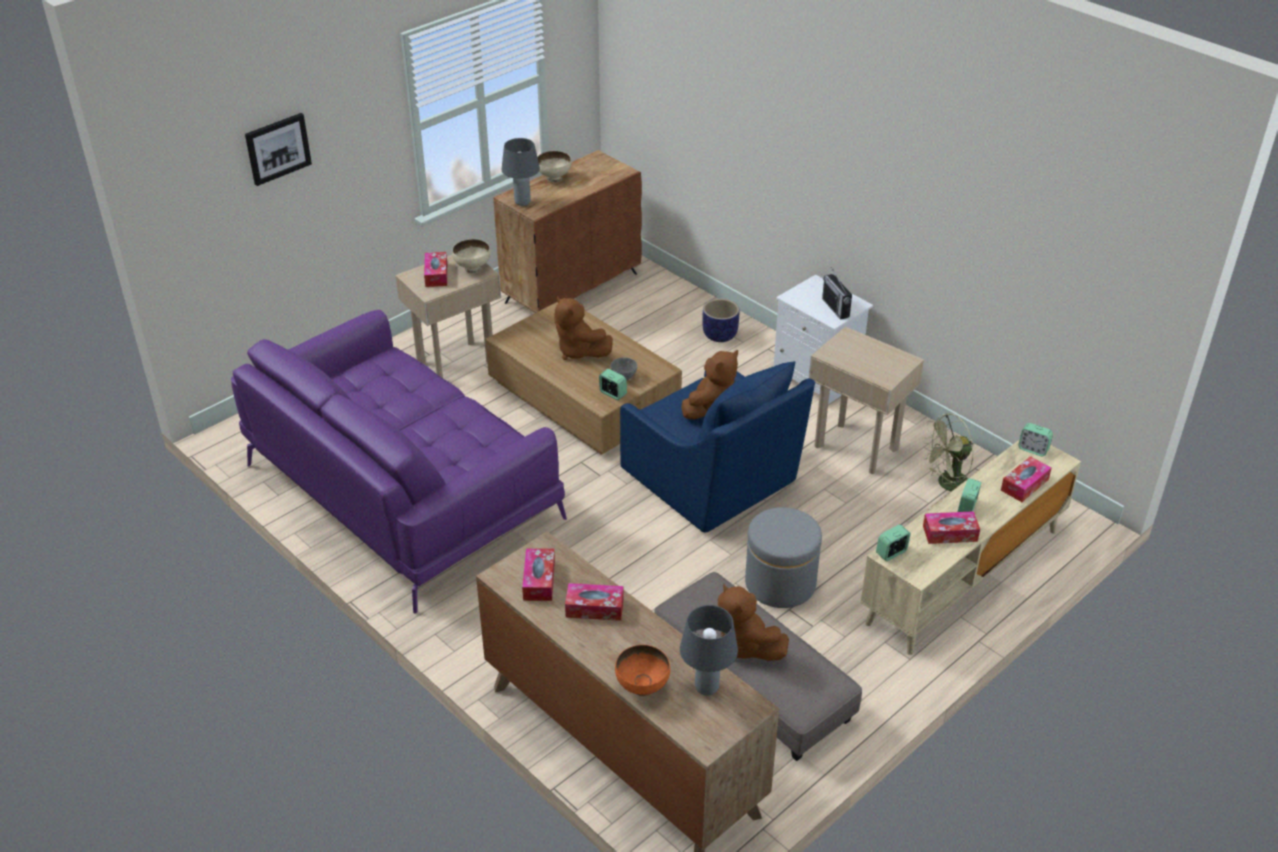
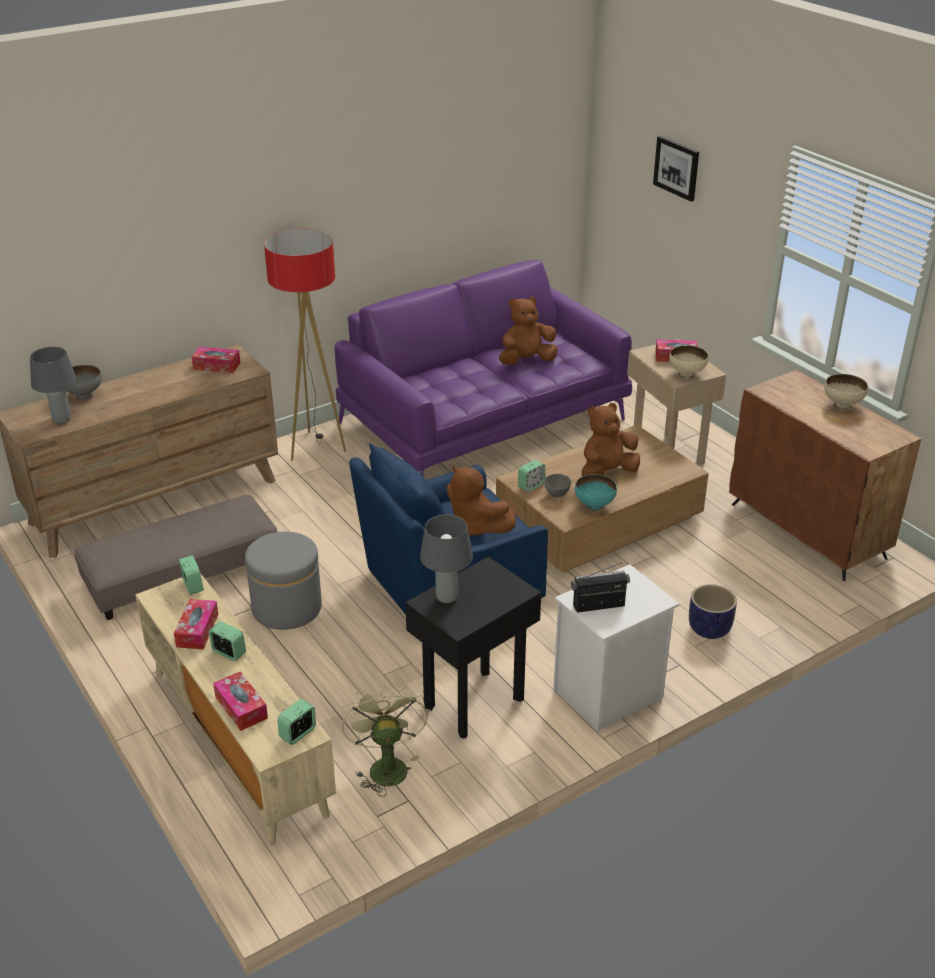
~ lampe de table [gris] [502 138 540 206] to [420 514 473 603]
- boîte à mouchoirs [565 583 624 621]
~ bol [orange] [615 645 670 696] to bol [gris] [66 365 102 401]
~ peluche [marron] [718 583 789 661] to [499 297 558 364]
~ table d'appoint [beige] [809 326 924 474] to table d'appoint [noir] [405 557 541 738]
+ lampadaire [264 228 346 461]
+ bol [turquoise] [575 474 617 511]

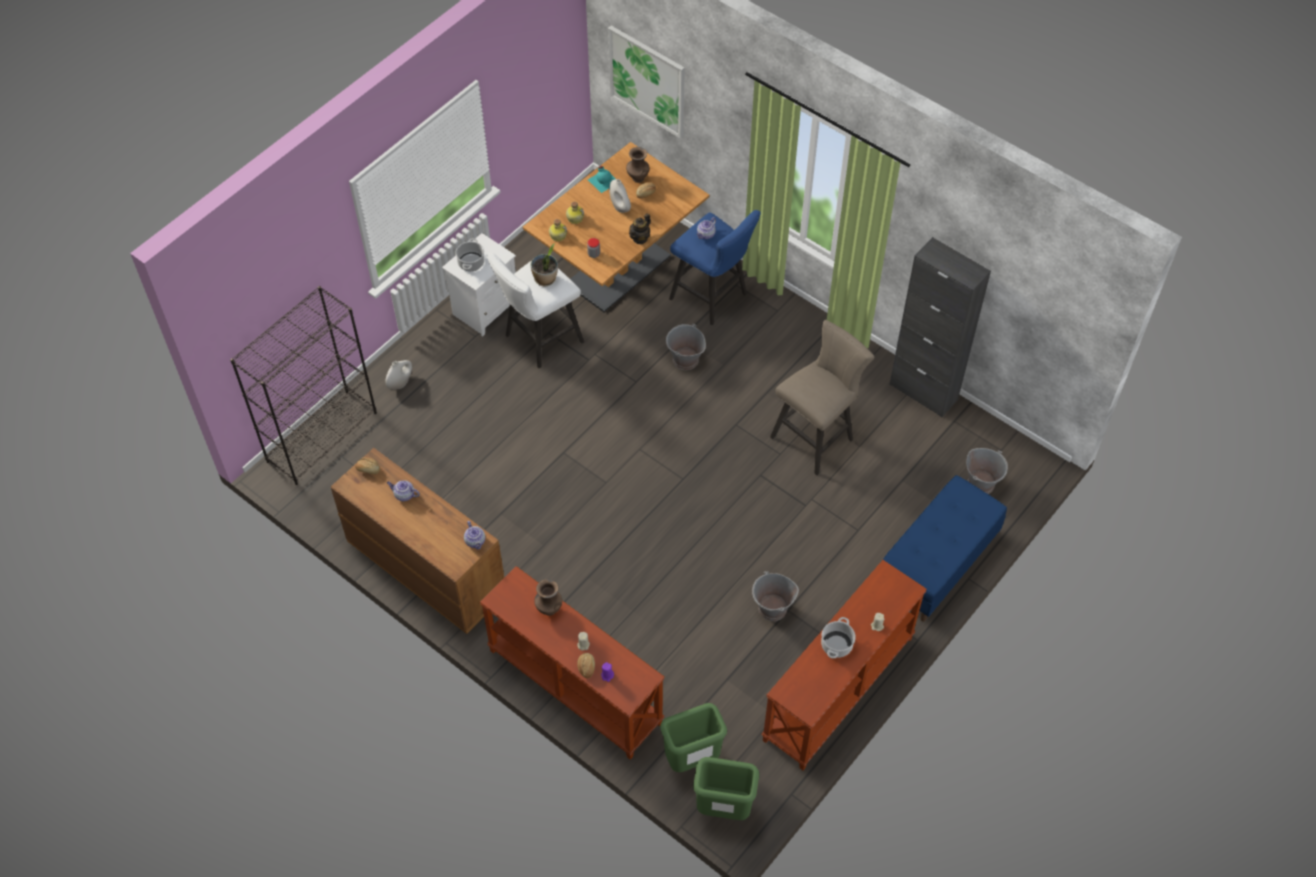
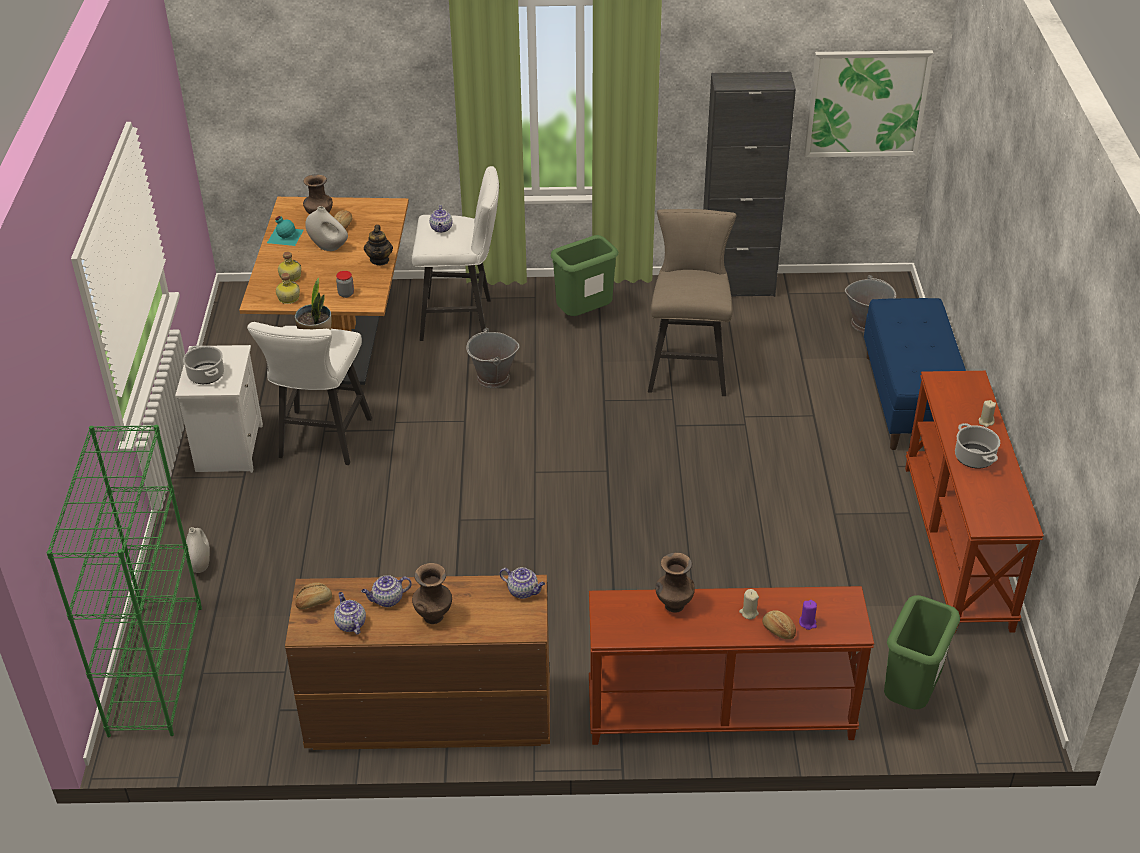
~ bibliothèque [noir] [230 286 377 485] to bibliothèque [vert] [46 425 202 737]
~ tableau [608 26 685 138] to [804 50 934 157]
~ tabouret [bleu] [669 210 761 325] to tabouret [blanc] [412 166 499 341]
~ poubelle [vert] [693 757 759 820] to [551 235 618 316]
- seau [gris] [752 571 799 621]
+ théière [334 592 366 635]
+ vase [marron] [412 563 452 624]

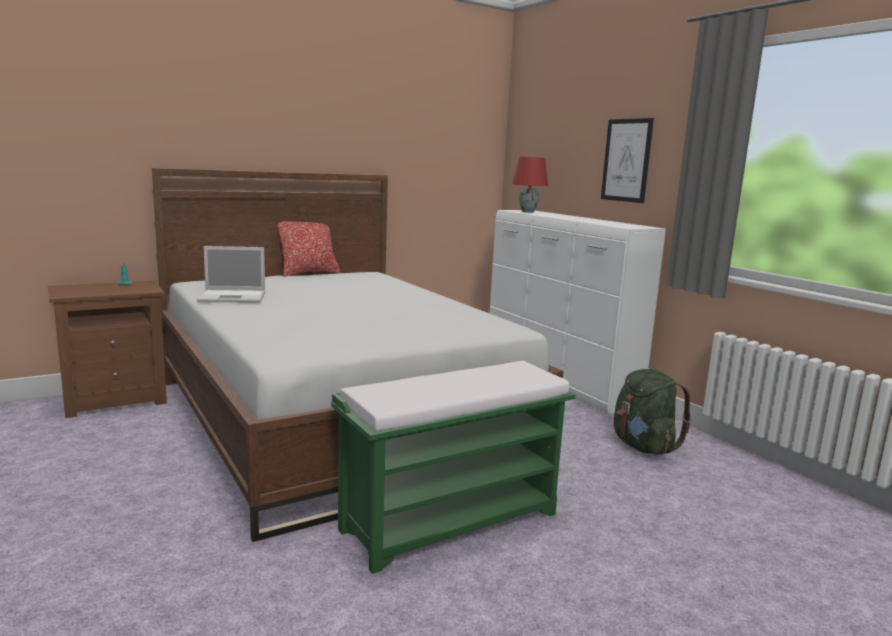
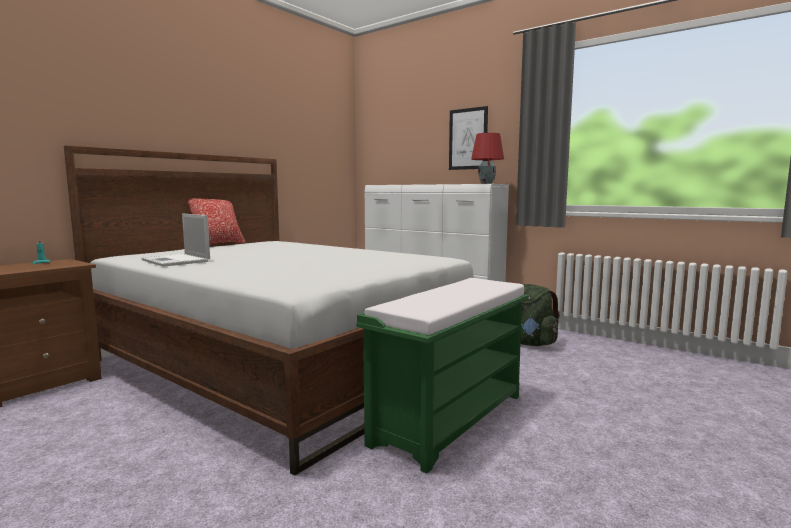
~ ordinateur portable [197 246 265 303] = [141 213 210 267] 75 degrees clockwise
~ lampe de table [rouge] [512 157 548 213] to [471 133 504 184]

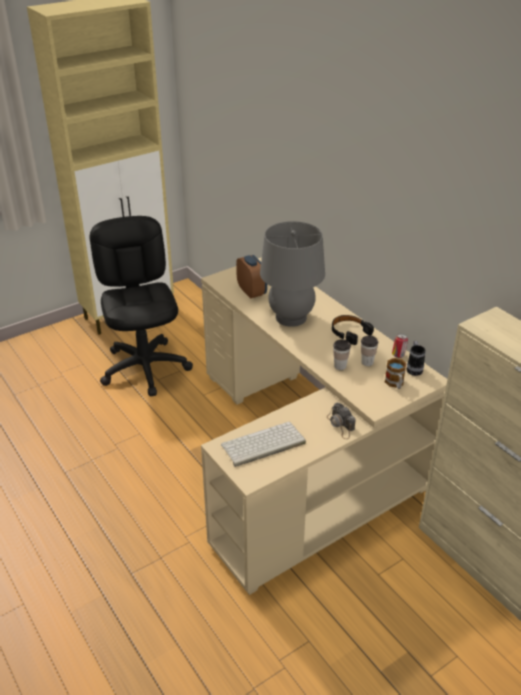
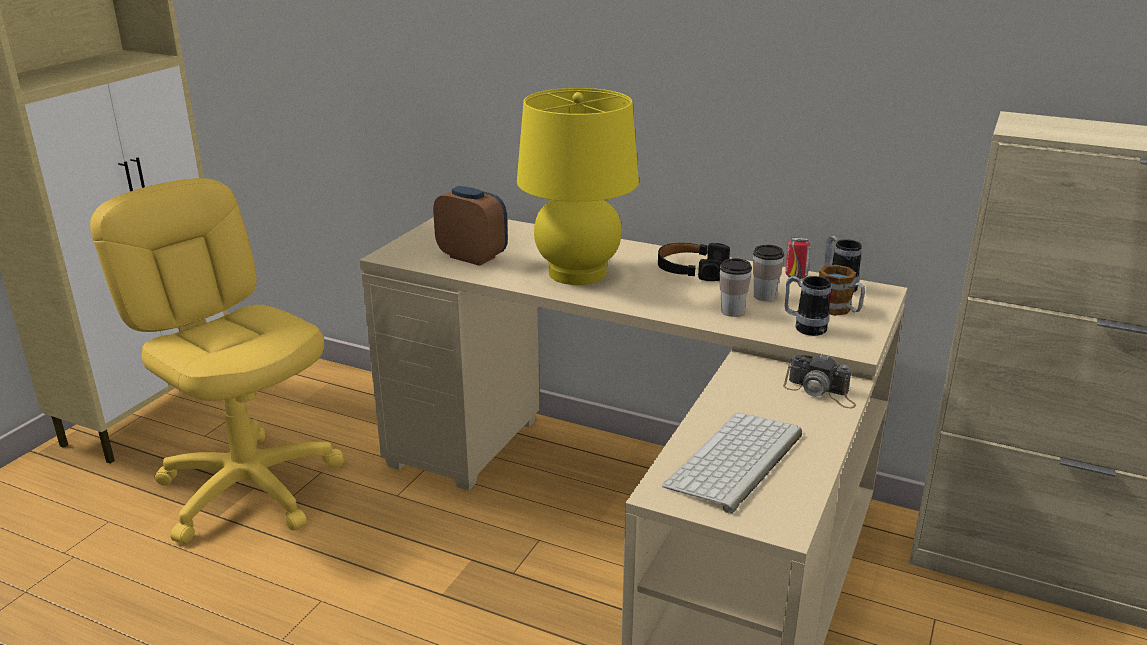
~ chaise de bureau [noir] [90 216 193 397] to chaise de bureau [jaune] [90 178 345 544]
~ lampe de table [gris] [260 221 325 327] to lampe de table [jaune] [517 88 639 285]
+ mug [785 276 831 336]

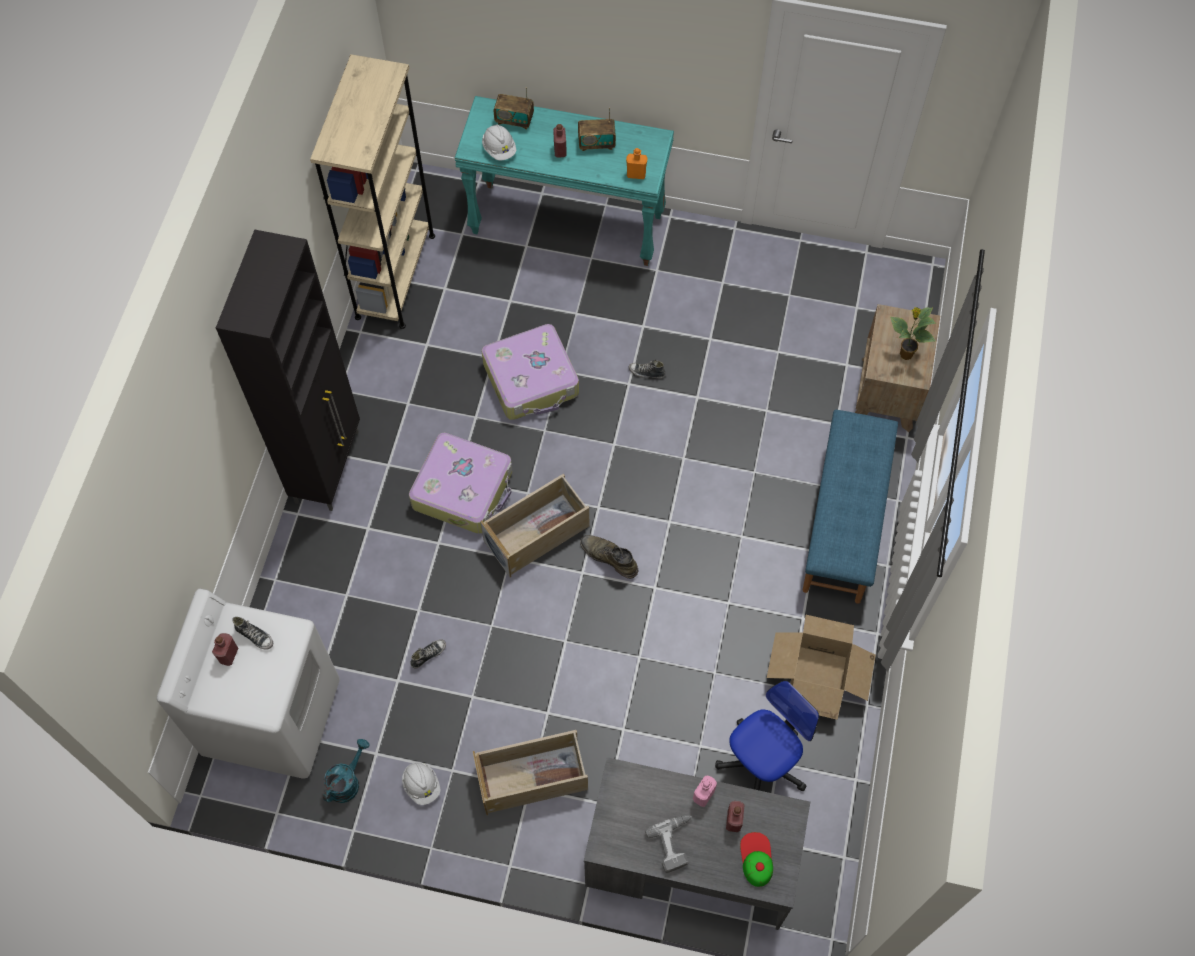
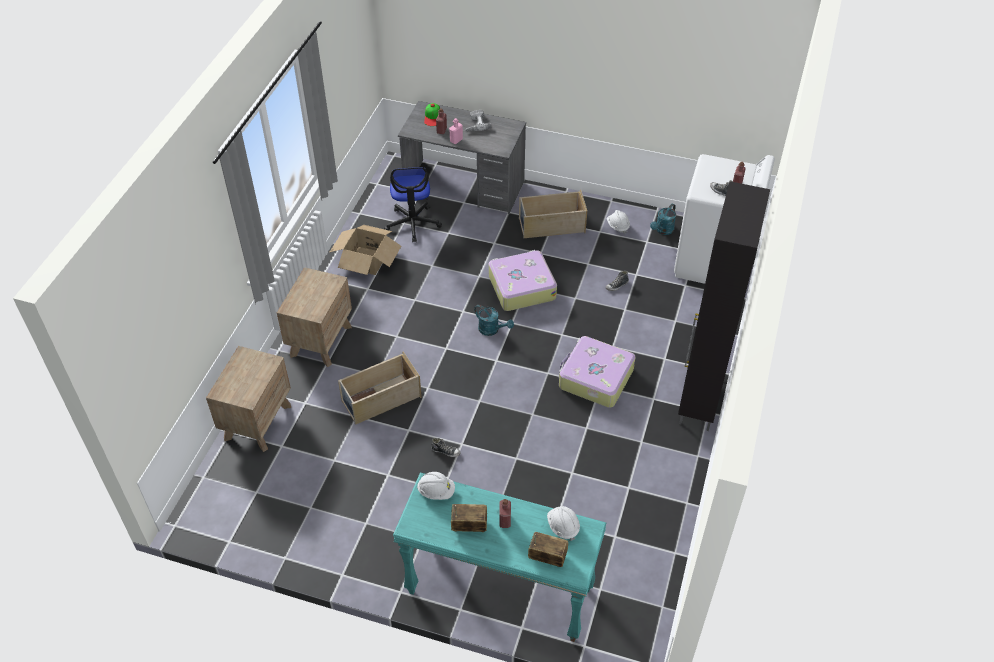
- bibliothèque [beige] [310 54 435 329]
~ boîte de rangement [beige] [480 474 589 578] to [338 351 422 425]
~ valise [482 324 579 420] to [489 250 557 311]
~ botte [vert] [580 535 639 579] to arrosoir [turquoise] [474 305 514 336]
~ bouteille [orange] [626 148 648 179] to casque de chantier [blanc] [417 472 455 500]
~ chaise de bureau [715 681 819 791] = [384 167 442 242] 60 degrees counterclockwise
~ banc [bleu] [803 410 898 604] to table de chevet [marron] [277 267 352 367]
- plante en pot [890 307 936 360]

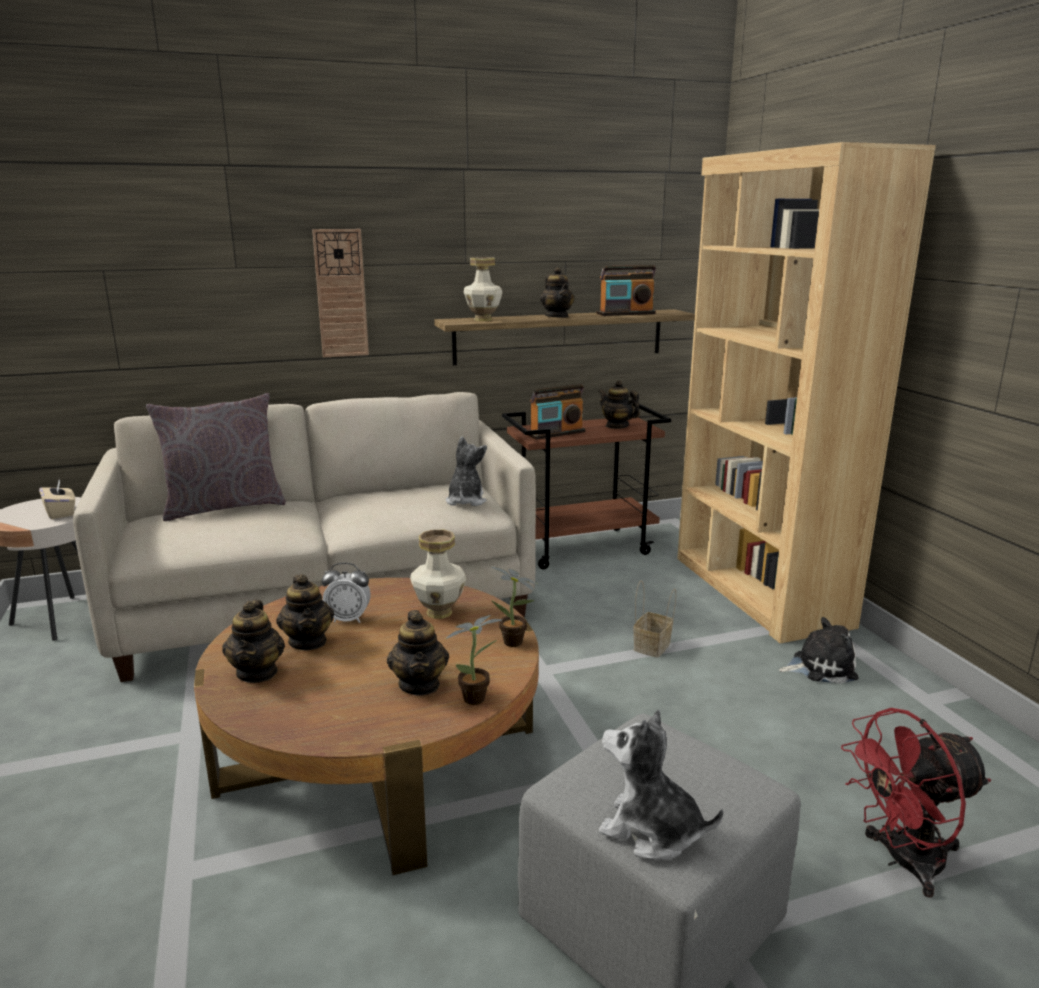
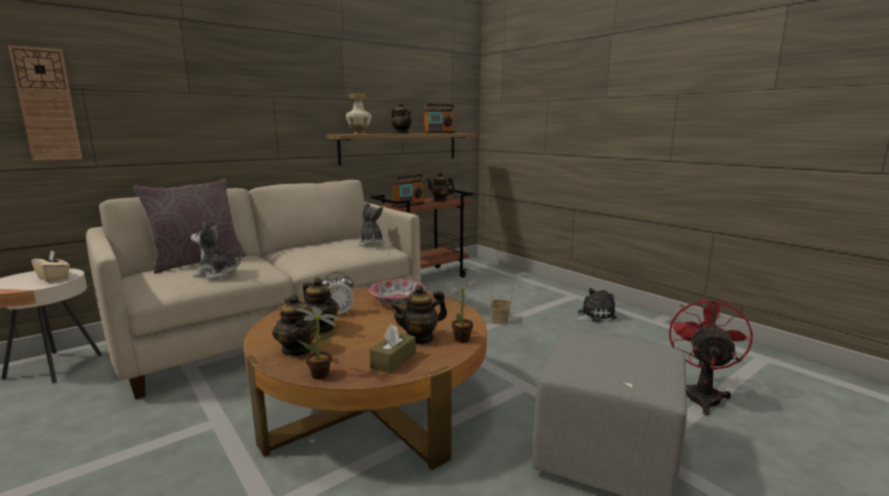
~ horloge murale [312 229 369 357] to [8 45 82 161]
~ théière [387 610 449 696] = [391 285 447 345] 90 degrees clockwise
~ vase [410 529 466 619] to bol [370 280 425 305]
~ plante en pot [491 567 537 647] to [295 307 339 379]
~ peluche [599 709 723 860] to [191 222 242 279]
- bibliothèque [marron] [677 142 936 644]
~ ventilateur [rouge] [841 708 991 898] = [669 296 753 416] 150 degrees clockwise
+ boîte à mouchoirs [marron] [370 324 416 374]

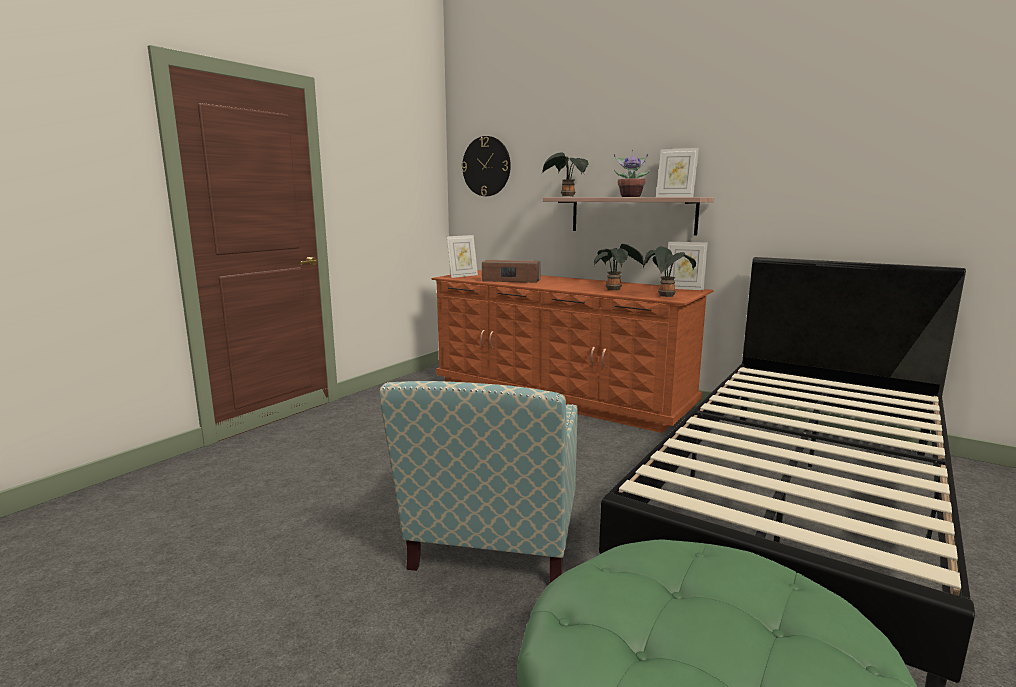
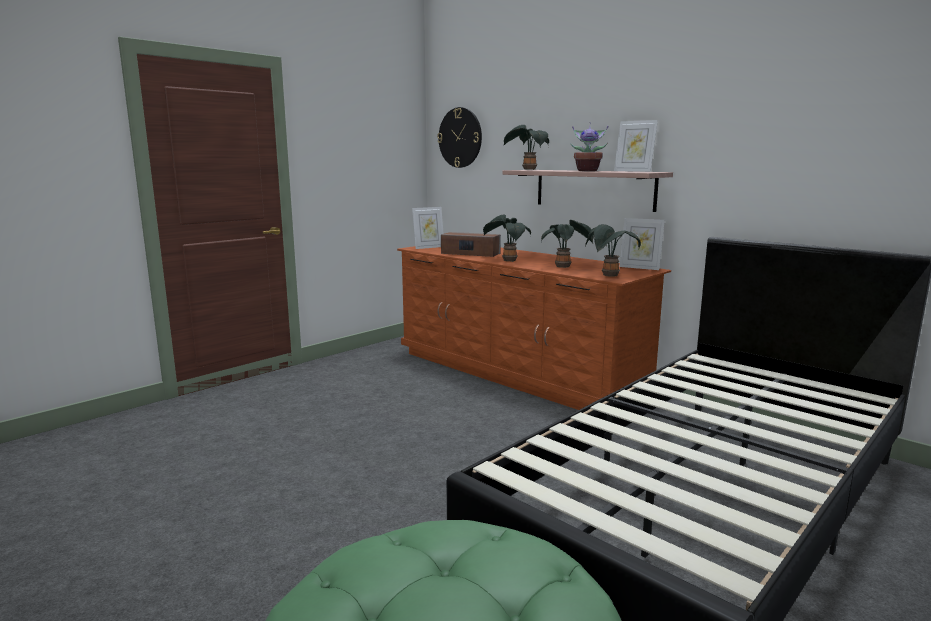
- fauteuil [379 381 578 583]
+ plante en pot [483 214 531 262]

